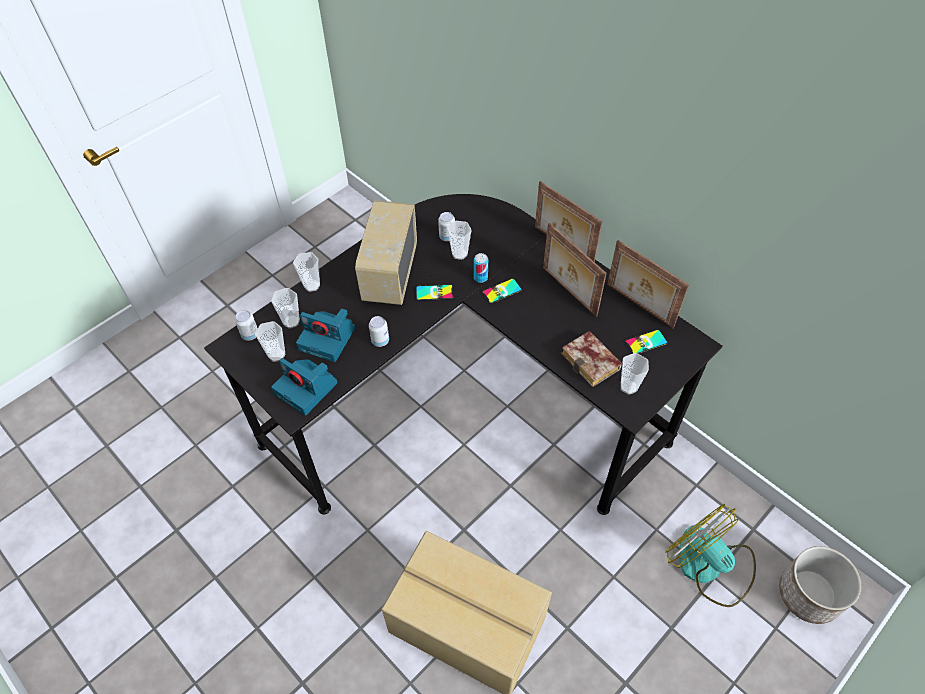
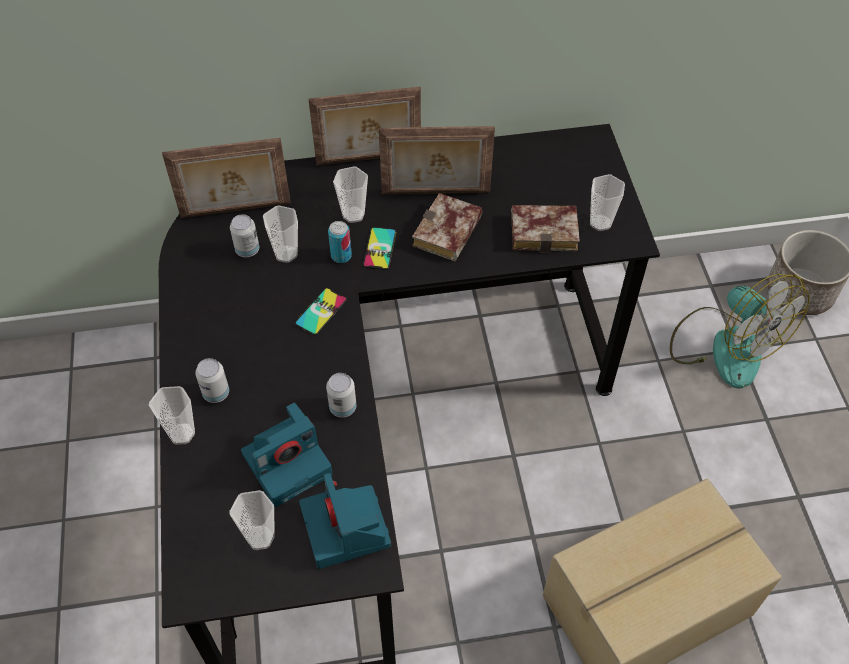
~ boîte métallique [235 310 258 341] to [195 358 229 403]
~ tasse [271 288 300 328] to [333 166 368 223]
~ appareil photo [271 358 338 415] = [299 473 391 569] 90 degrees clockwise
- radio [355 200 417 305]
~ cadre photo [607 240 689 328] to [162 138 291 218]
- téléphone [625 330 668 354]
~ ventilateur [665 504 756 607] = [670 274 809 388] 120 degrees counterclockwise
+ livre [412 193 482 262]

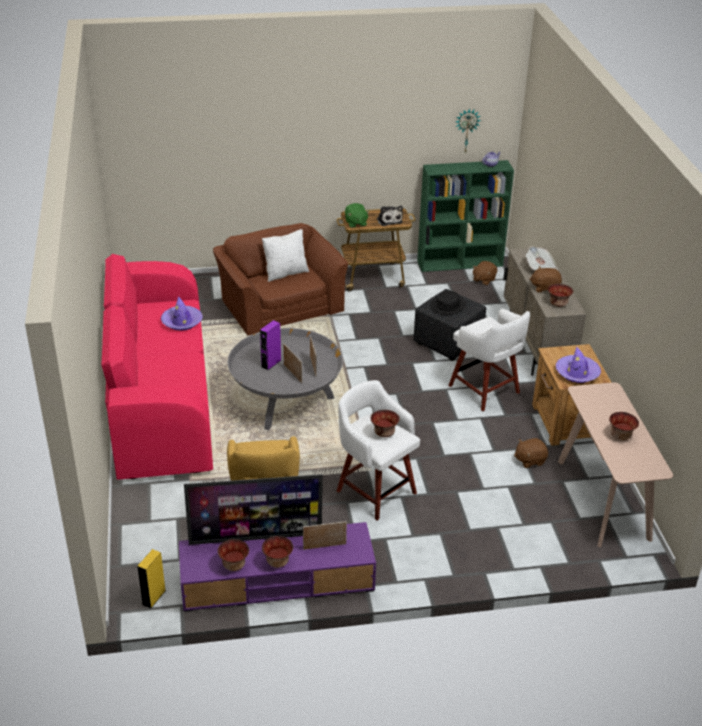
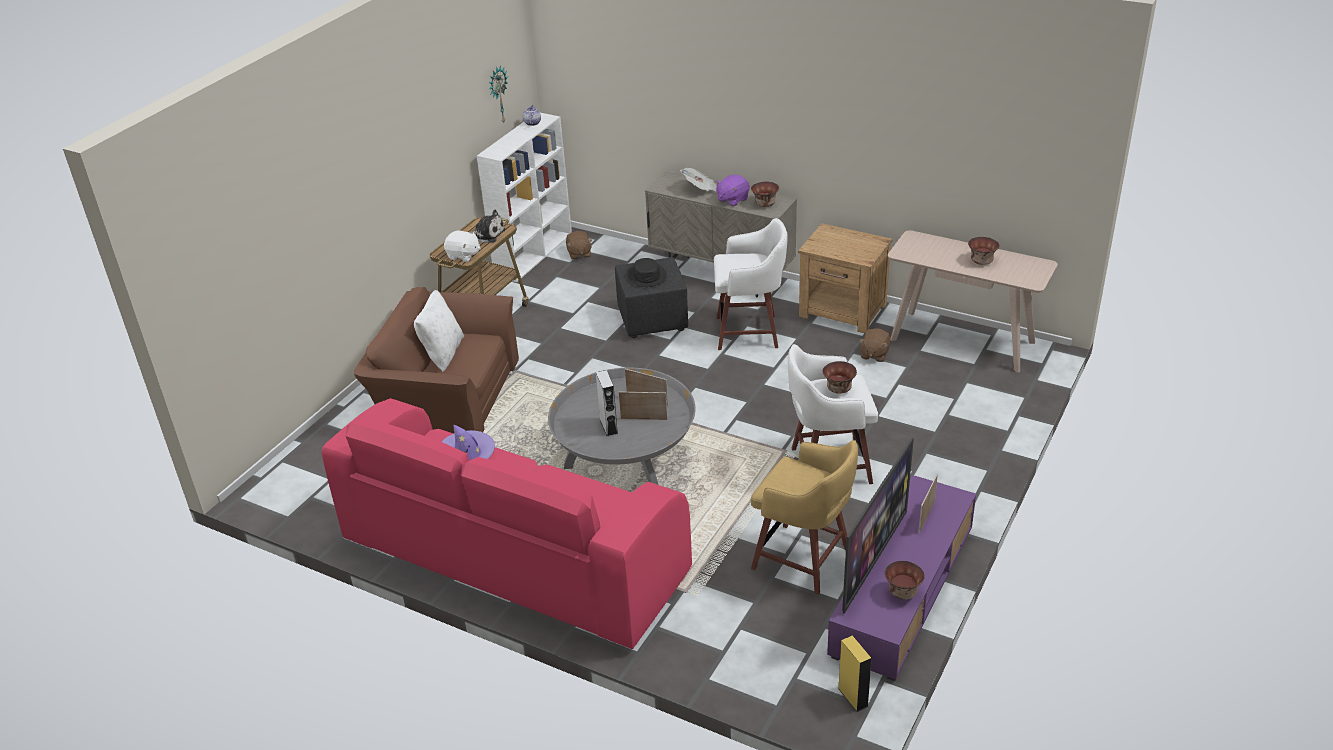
~ enceinte [violet] [260 320 281 371] to enceinte [gris] [596 370 618 437]
- bol [262 536 293 568]
~ peluche [vert] [345 203 370 228] to peluche [blanc] [444 230 481 262]
~ bibliothèque [vert] [417 160 514 272] to bibliothèque [blanc] [477 113 572 282]
~ peluche [marron] [529 266 562 293] to peluche [violet] [716 175 750 206]
- chapeau [violet] [556 347 601 383]

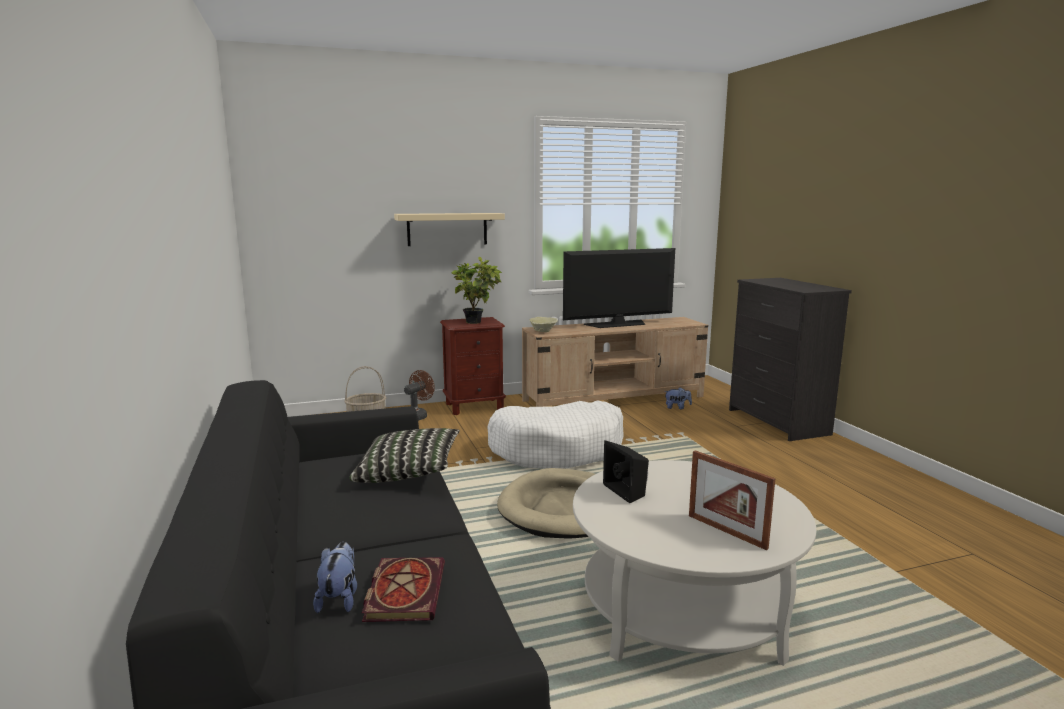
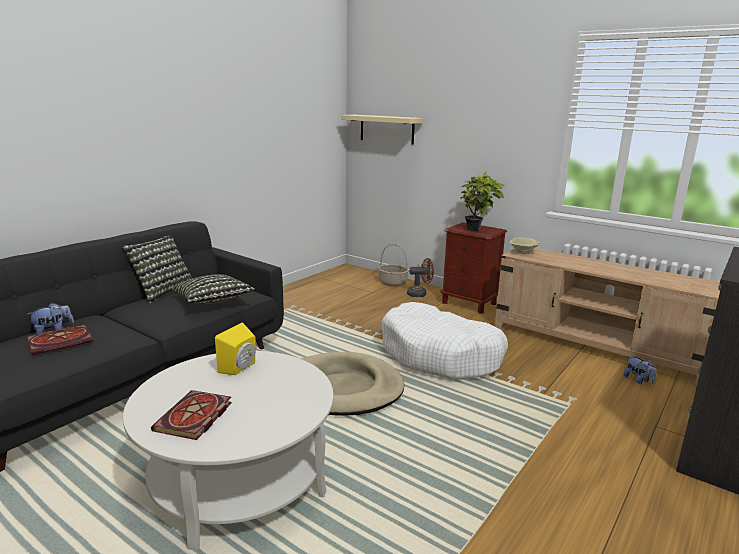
~ étagère [beige] [394 213 505 246] to [341 115 423 145]
- téléviseur [563 248 675 328]
~ enceinte [noir] [603 440 649 503] to enceinte [jaune] [215 322 256 375]
~ cadre photo [689 450 775 550] to livre [151 390 232 440]
+ coussin [122 236 193 303]

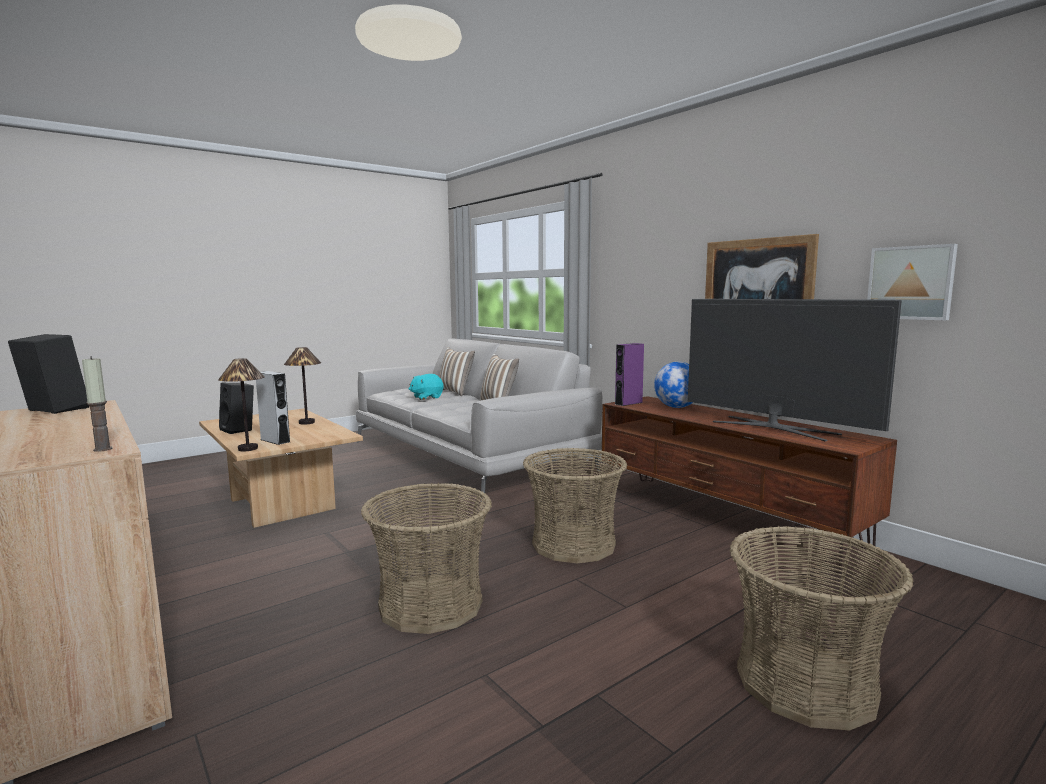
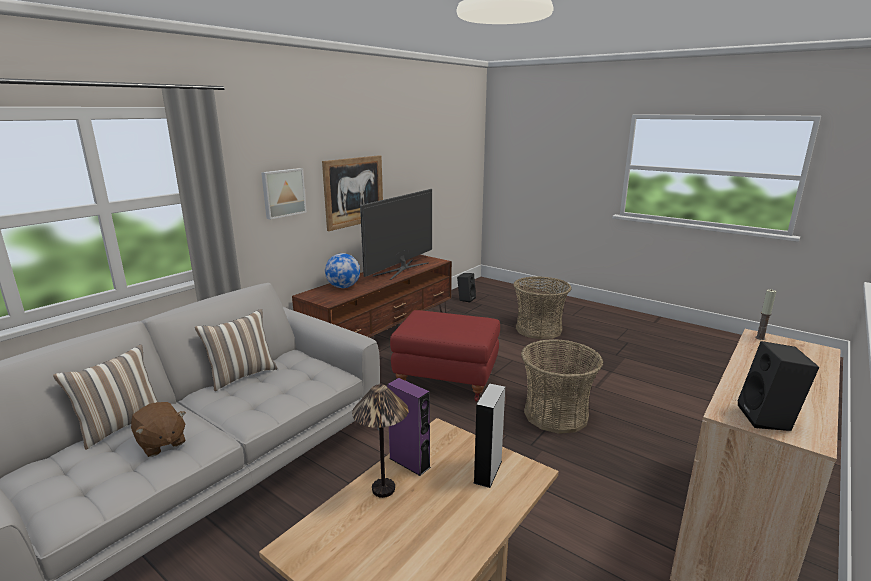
- lampe de table [218 358 265 451]
~ enceinte [noir] [219 383 254 434] to [457 273 476 303]
~ peluche [turquoise] [409 374 444 400] to peluche [marron] [131 402 186 457]
~ panier [523 448 627 563] to pouf [rouge] [390 310 500 401]
~ enceinte [violet] [615 343 644 406] to [387 378 431 476]
~ tableau [867 244 958 321] to [261 168 307 219]

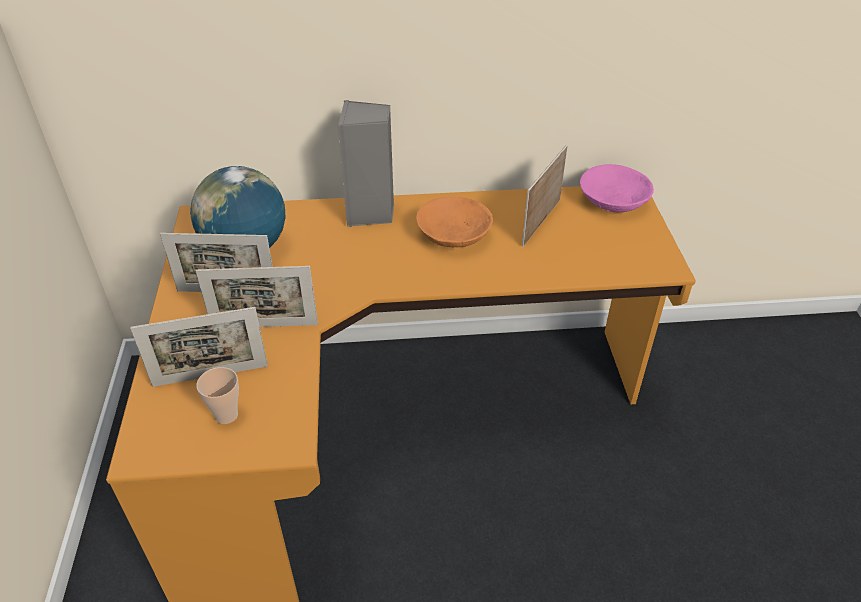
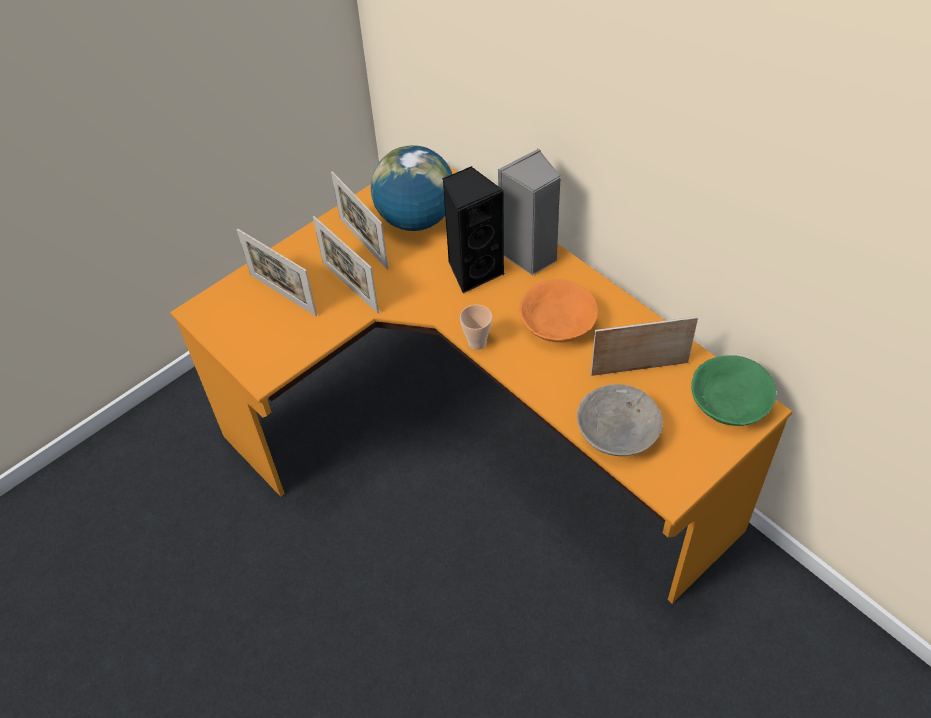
~ tasse [196 367 239 424] to [460 305 492 350]
~ bol [rose] [580 164 654 213] to bol [vert] [691 355 776 426]
+ enceinte [noir] [442 166 505 293]
+ bol [gris] [577 384 663 456]

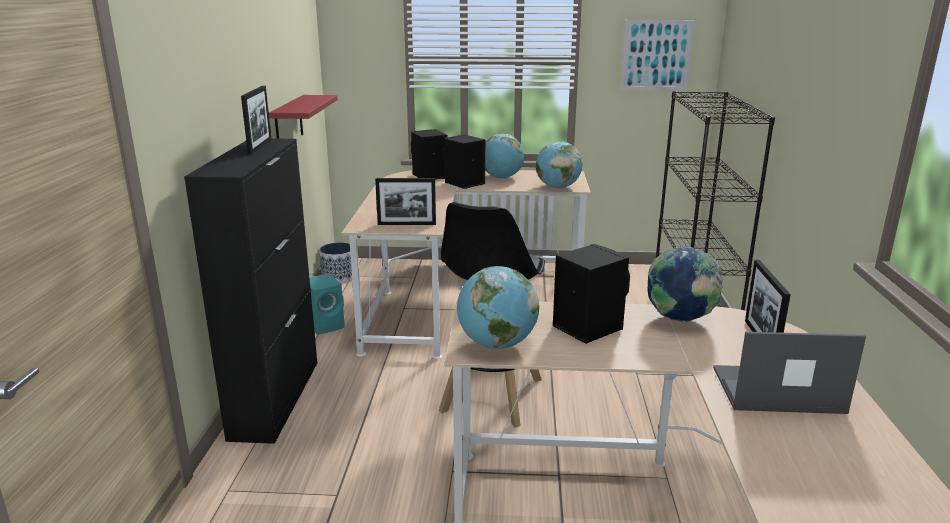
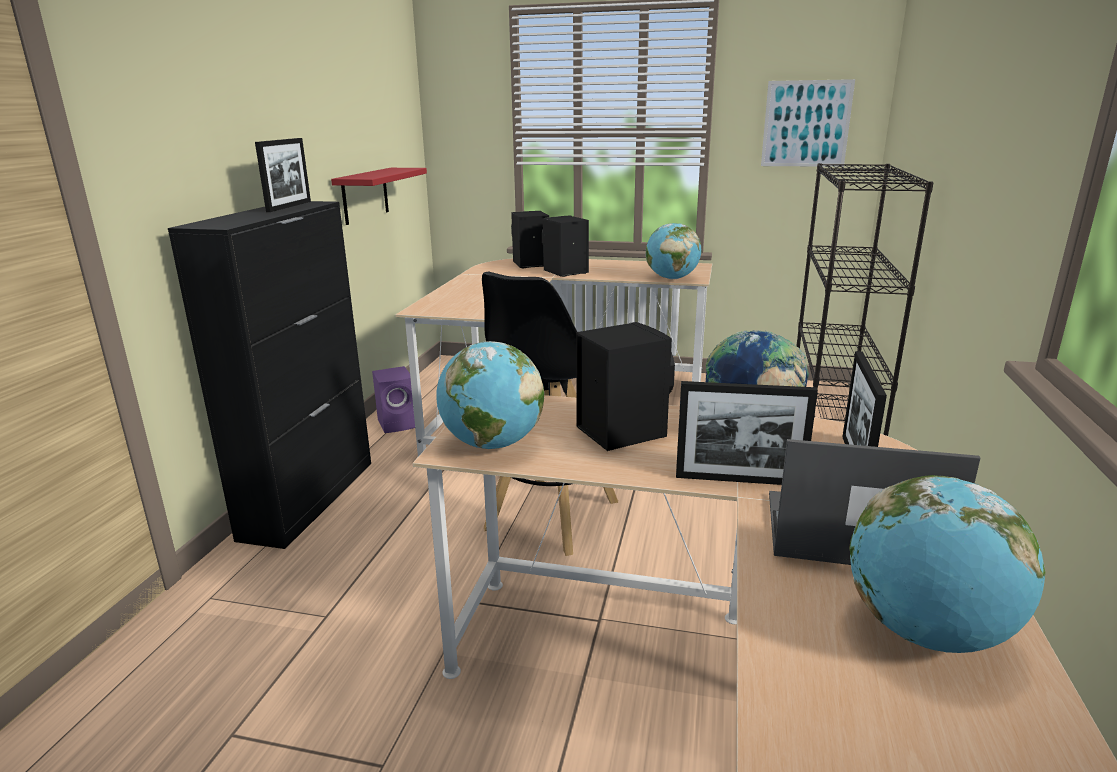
~ enceinte [turquoise] [309 273 345 335] to enceinte [violet] [372 366 415 433]
- cache-pot [319 242 352 283]
~ cadre photo [375 178 436 225] to [676 381 818 485]
~ globe [485 134 524 178] to [849 475 1046 653]

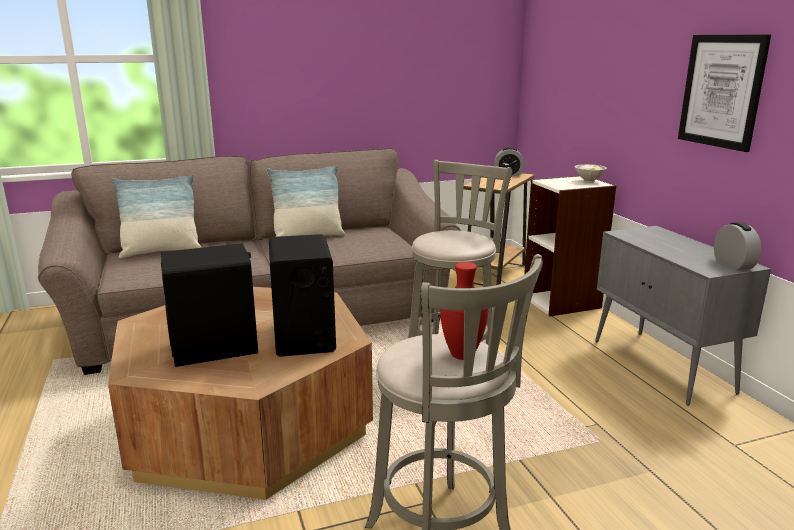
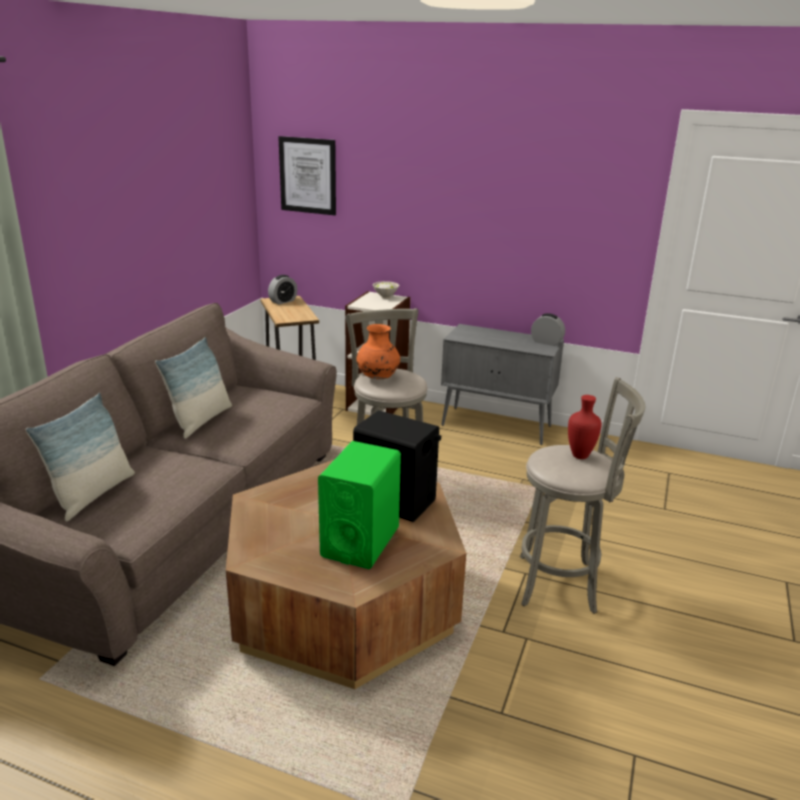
~ enceinte [noir] [161 243 258 367] to enceinte [vert] [318 441 401 569]
~ tableau [678 34 771 152] to [278 136 336 215]
+ vase [orange] [356 324 400 379]

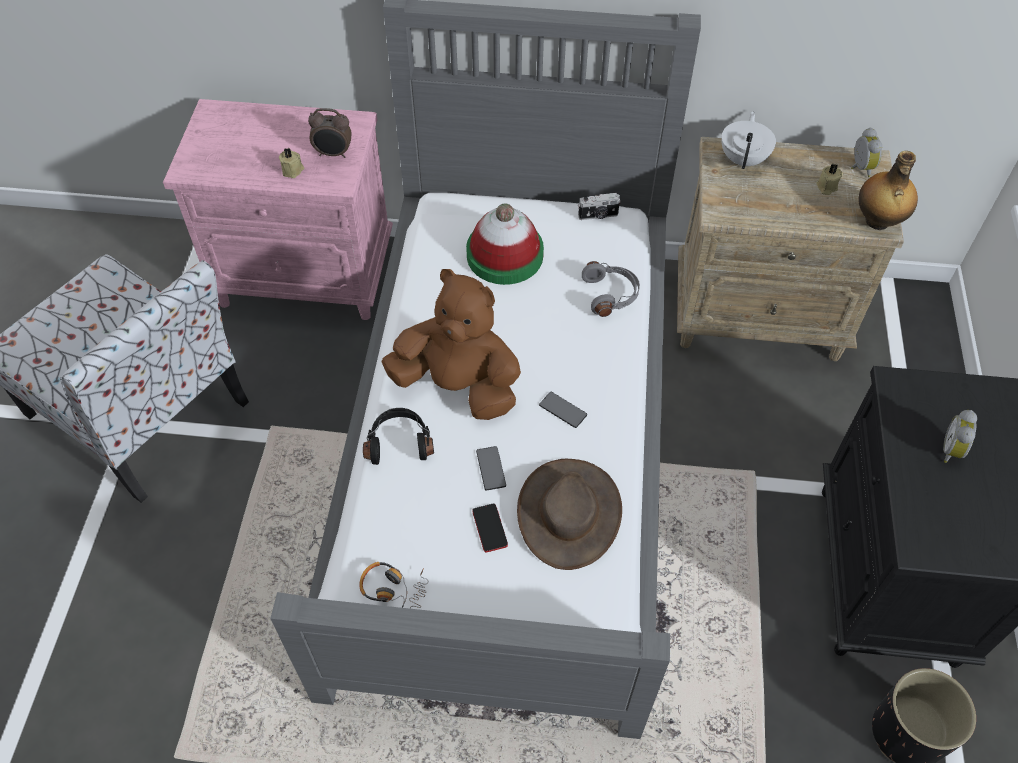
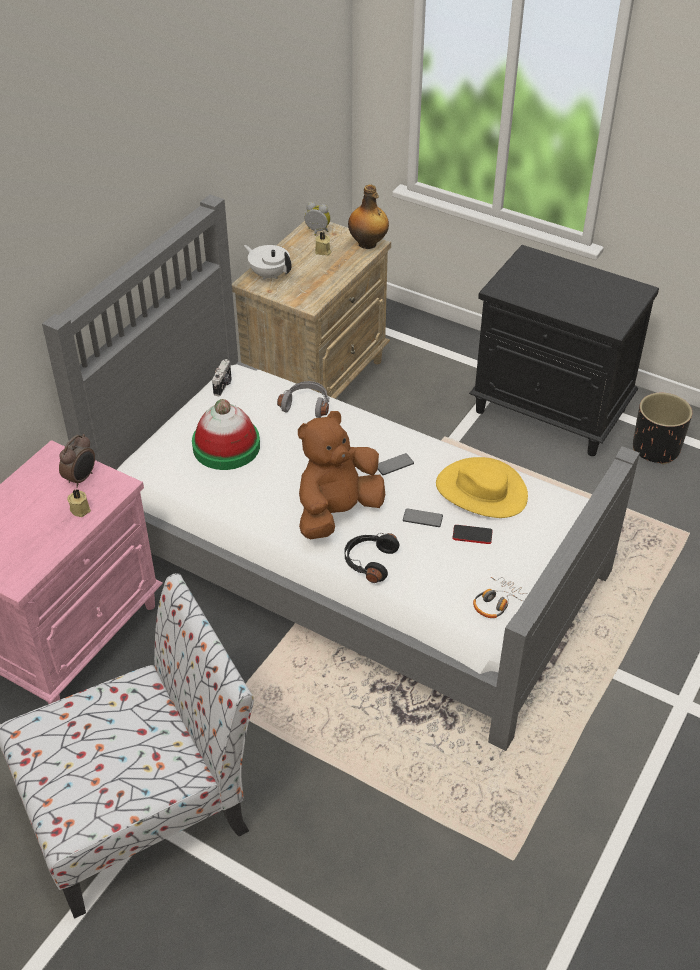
~ chapeau [marron] [517 459 622 570] to chapeau [jaune] [436 457 528 518]
- réveil [943 410 977 463]

